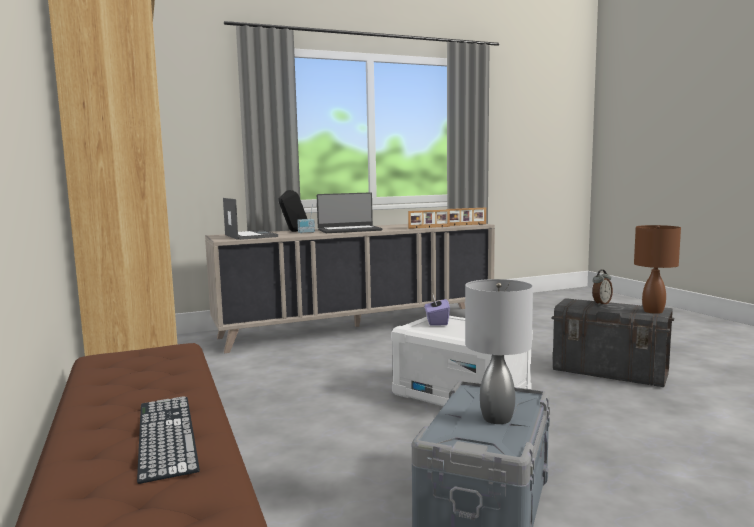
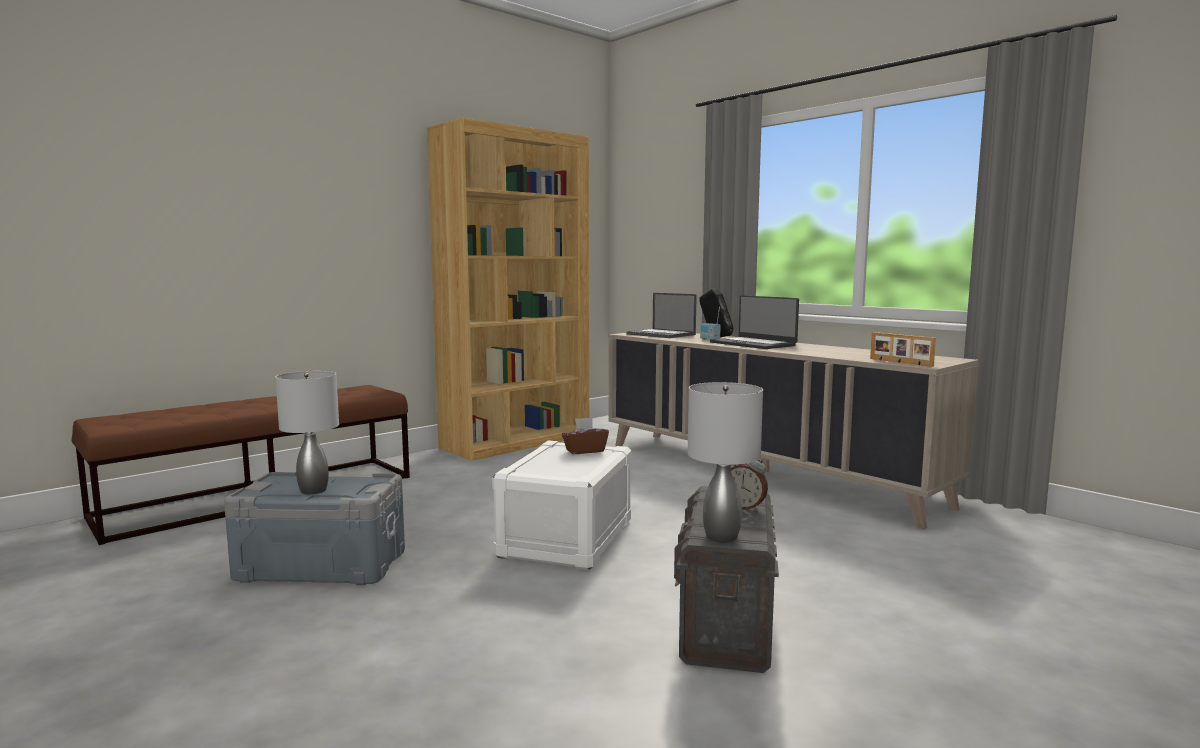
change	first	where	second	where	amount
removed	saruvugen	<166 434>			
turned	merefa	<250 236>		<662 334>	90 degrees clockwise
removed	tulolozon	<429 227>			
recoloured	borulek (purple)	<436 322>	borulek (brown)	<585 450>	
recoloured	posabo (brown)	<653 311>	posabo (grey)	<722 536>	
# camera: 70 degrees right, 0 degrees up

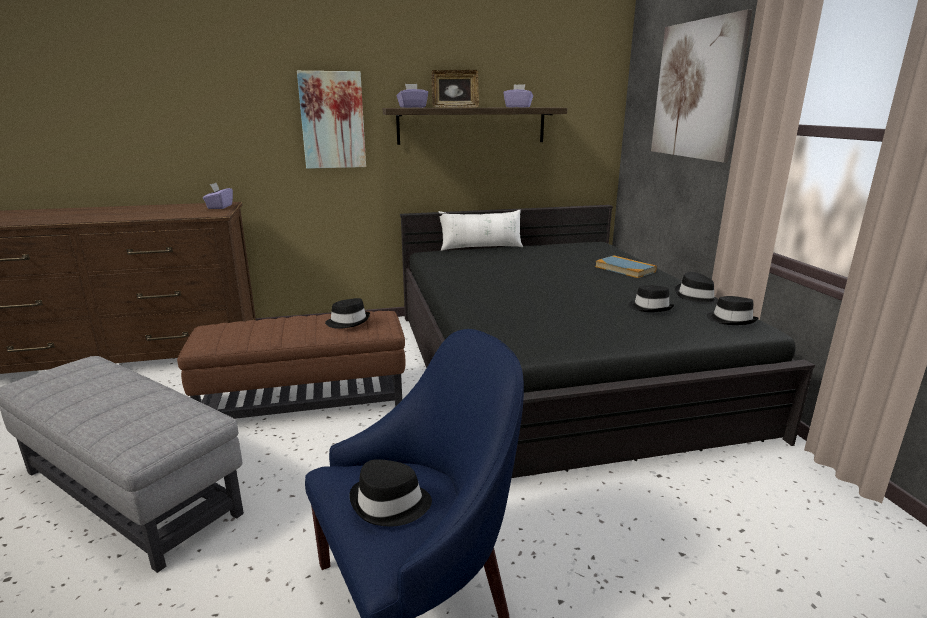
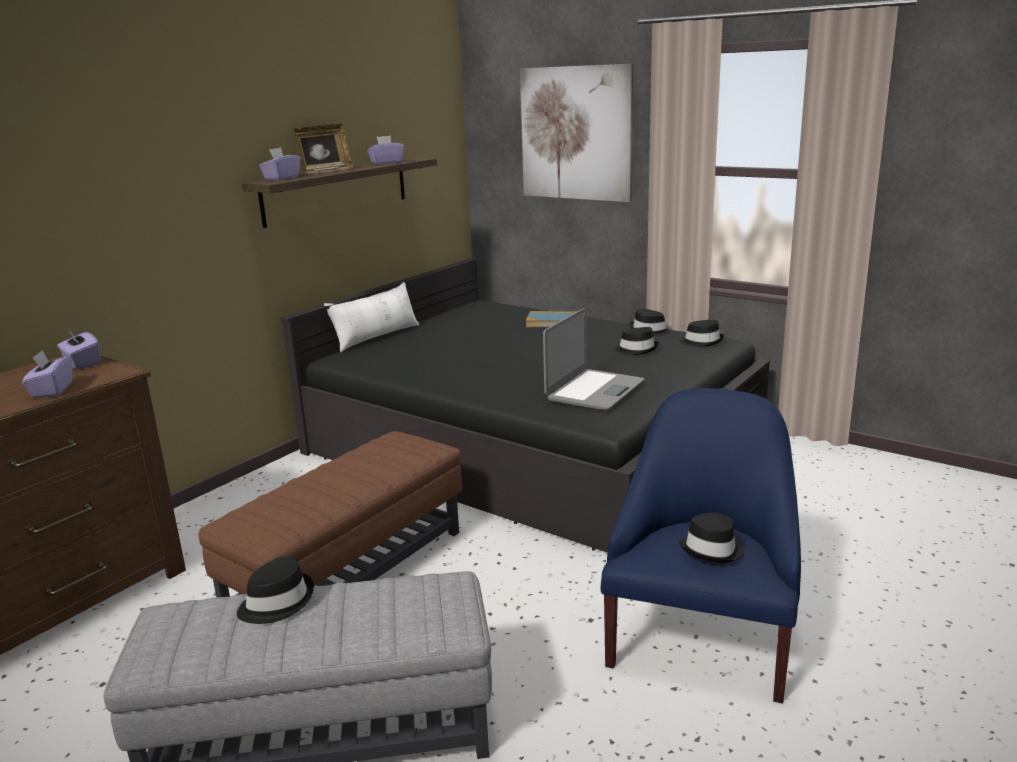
change	first	where	second	where	amount
removed	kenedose	<332 120>			
moved	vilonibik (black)	<348 322>		<276 602>	
added			borulek (purple)	<52 390>	
added			merefa	<594 391>	
# camera: 40 degrees left, 0 degrees up

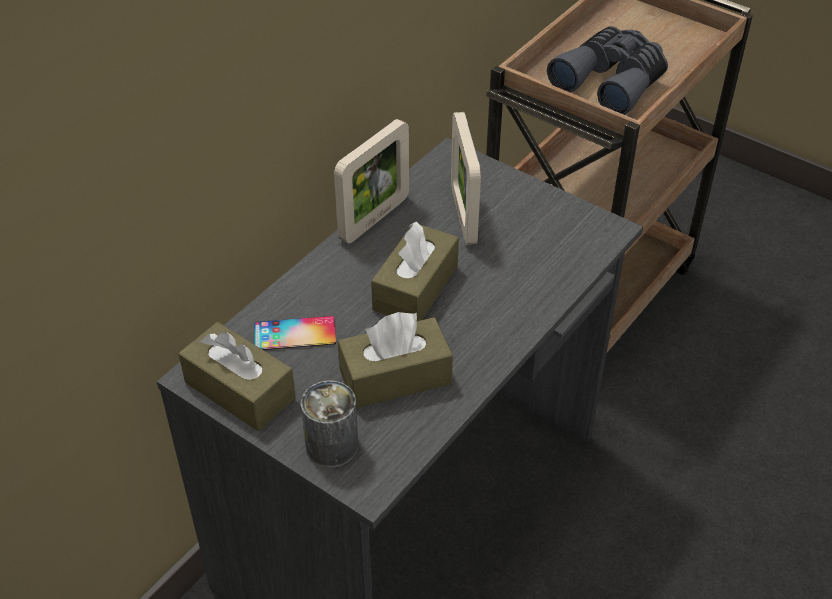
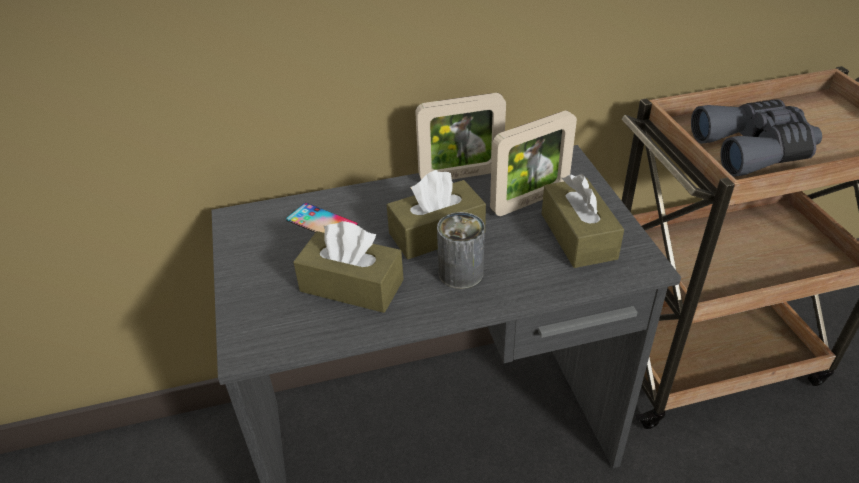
change	first	where	second	where	amount
moved	borulek (brown)	<240 390>		<578 236>	
moved	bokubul	<332 446>		<461 273>	
turned	tulolozon	<463 215>		<529 201>	150 degrees counterclockwise
# camera: 40 degrees right, 5 degrees down

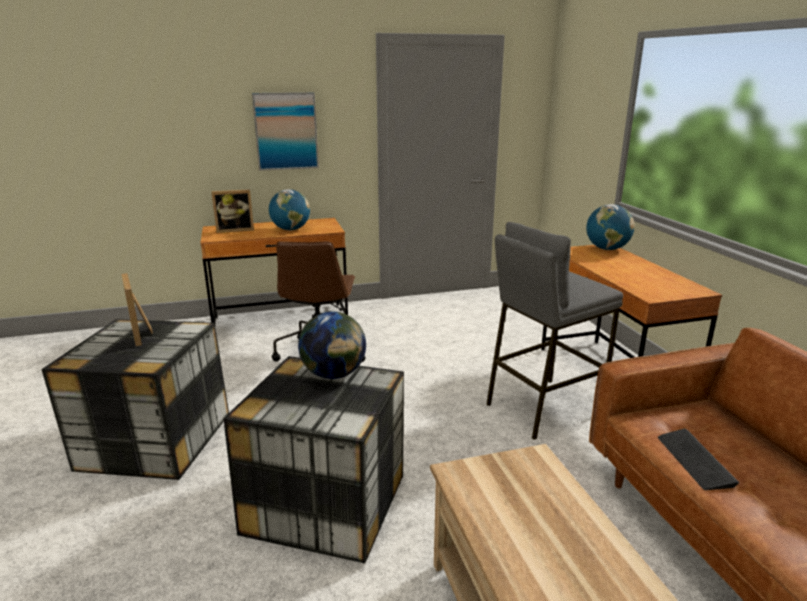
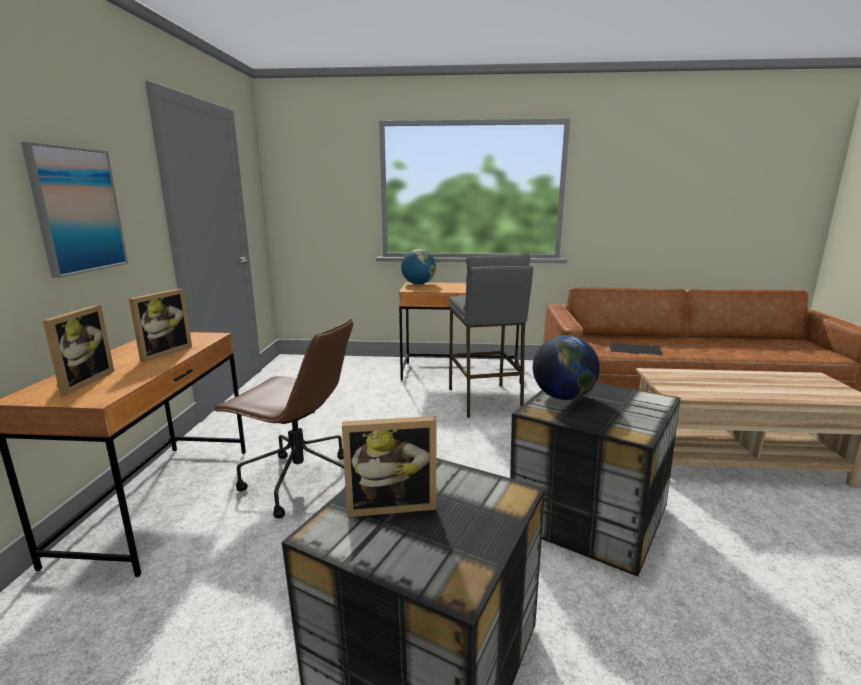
change	first	where	second	where	amount
replaced	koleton	<290 229>	tulolozon	<162 352>	
# camera: 70 degrees left, 5 degrees down

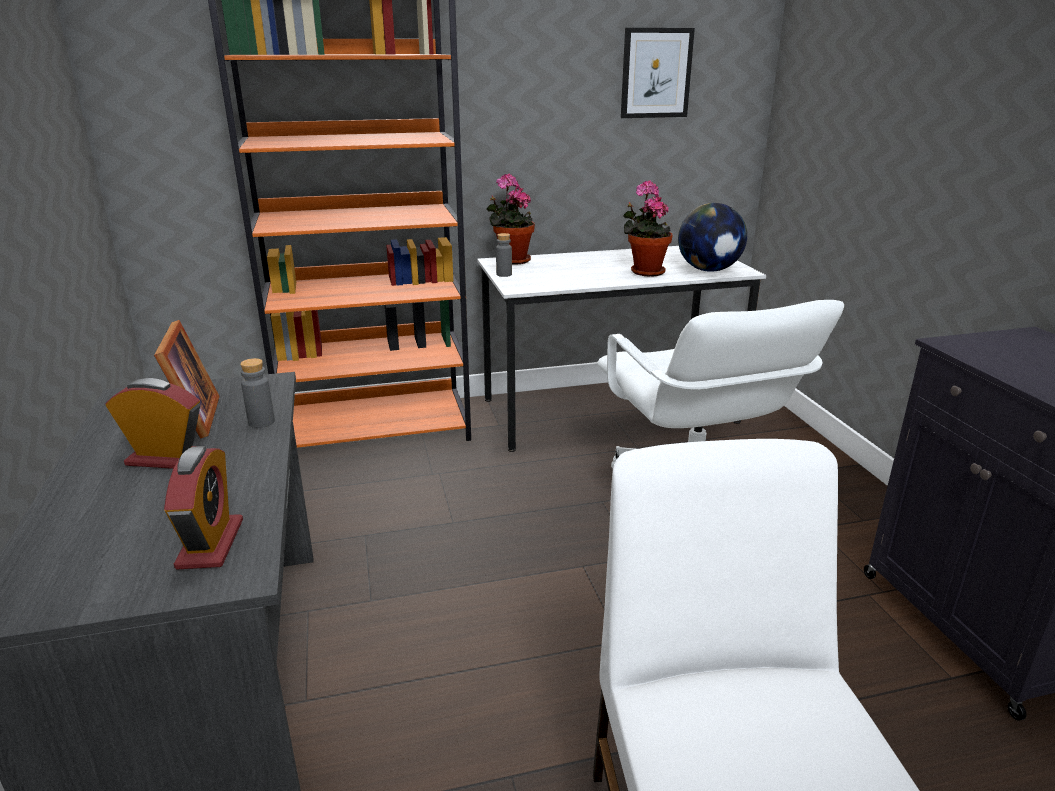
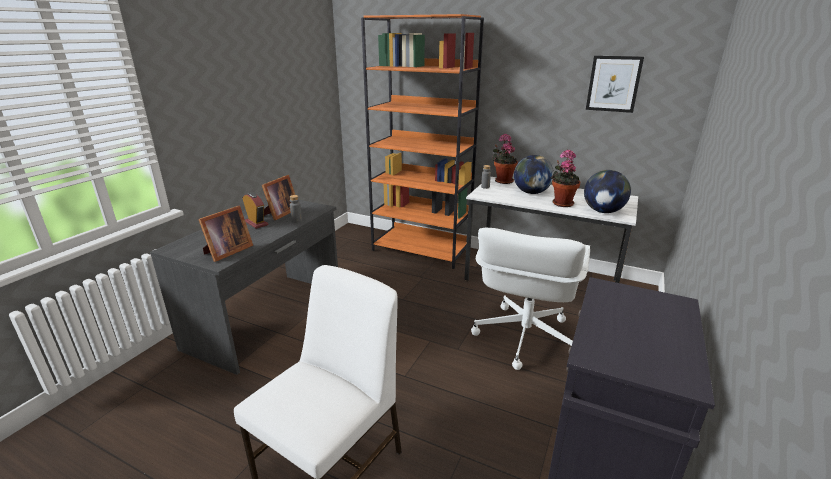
change	first	where	second	where	amount
replaced	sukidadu	<210 544>	tulolozon	<227 252>	
added			koleton	<531 192>	
# camera: 40 degrees right, 0 degrees up

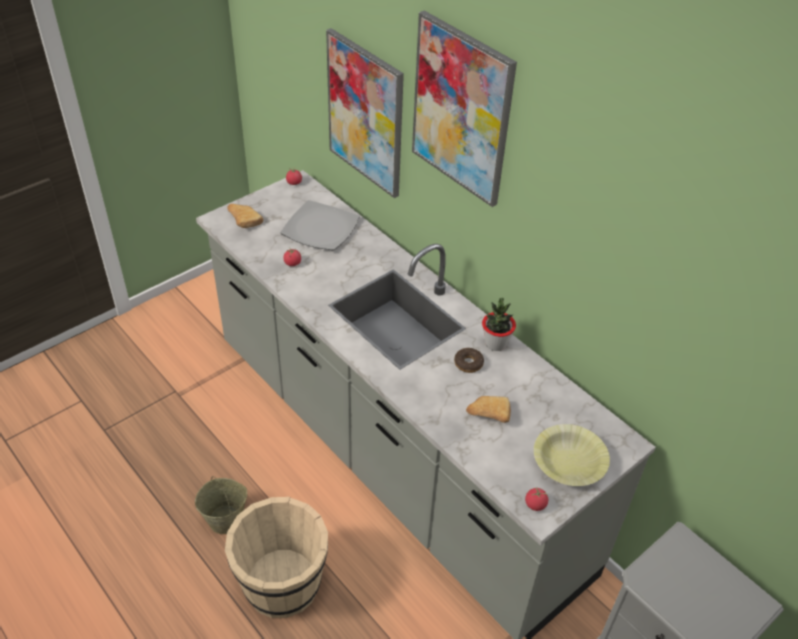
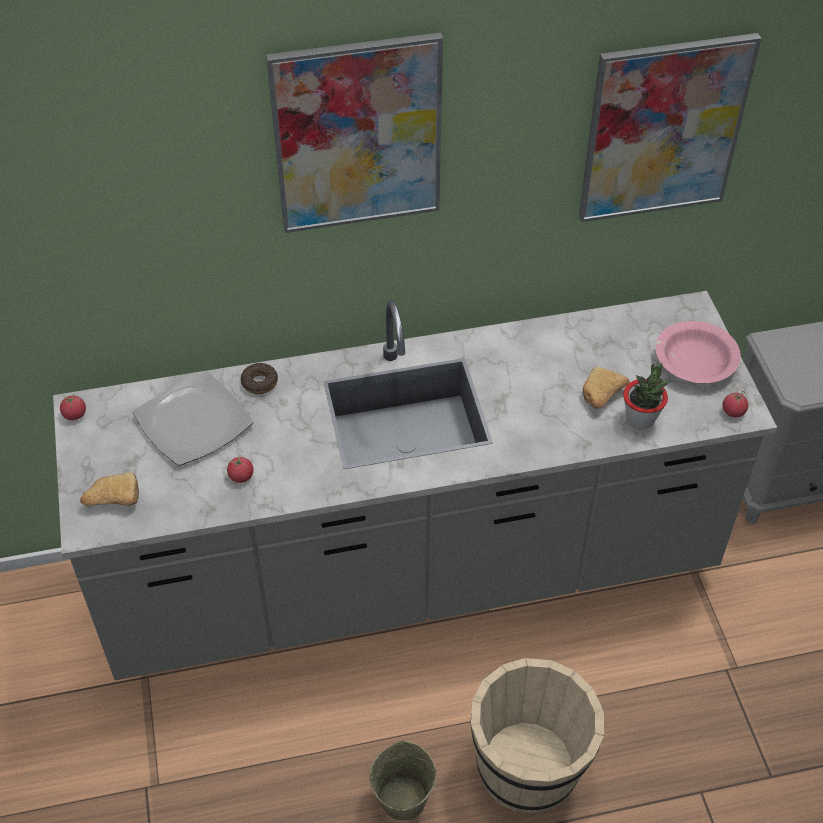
change	first	where	second	where	amount
moved	kenedose	<365 114>		<663 129>	
moved	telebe	<468 363>		<259 382>	
moved	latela	<495 343>		<640 419>	
recoloured	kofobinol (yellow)	<569 462>	kofobinol (pink)	<695 362>	
# camera: 60 degrees left, 5 degrees up

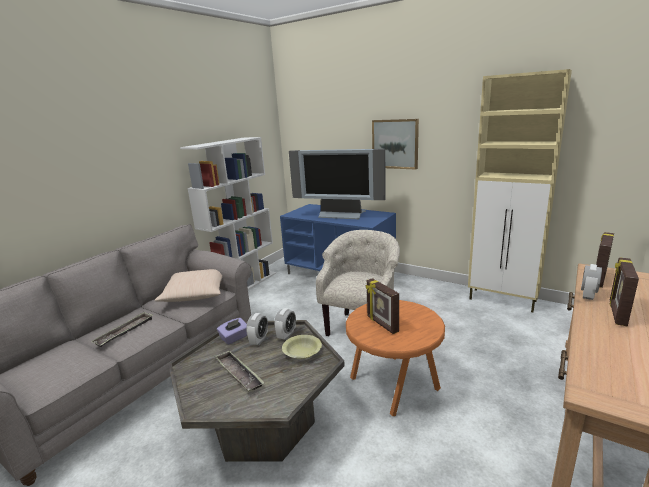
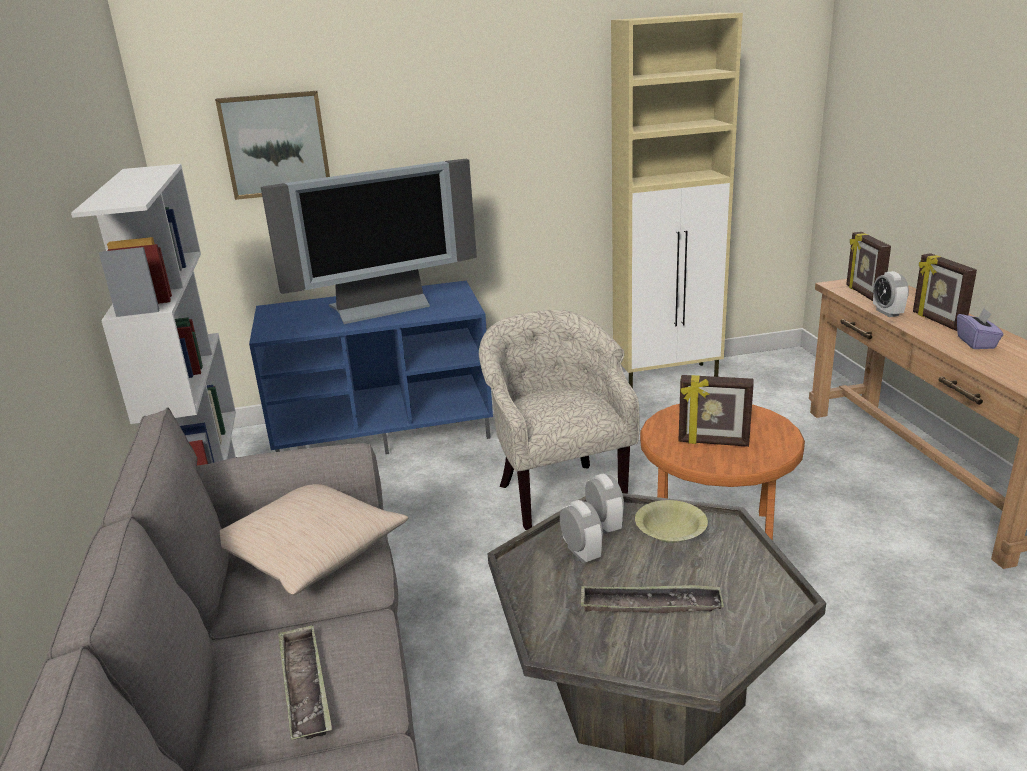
change	first	where	second	where	amount
moved	borulek (purple)	<234 338>		<976 342>	
moved	kenedose	<395 144>		<275 145>	
# camera: 45 degrees left, 5 degrees up

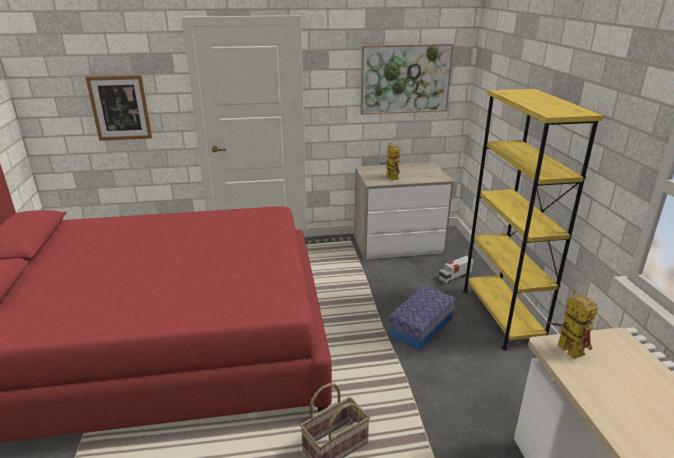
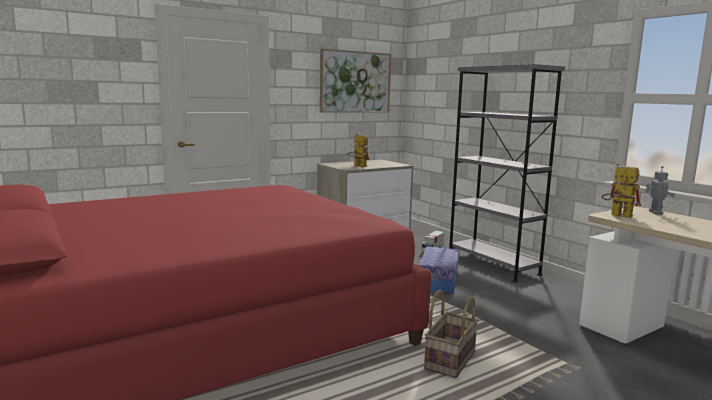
change	first	where	second	where	amount
removed	kenedose	<120 108>			
recoloured	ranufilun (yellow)	<501 315>	ranufilun (grey)	<492 265>	
added			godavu	<654 213>	
# camera: 25 degrees left, 15 degrees down

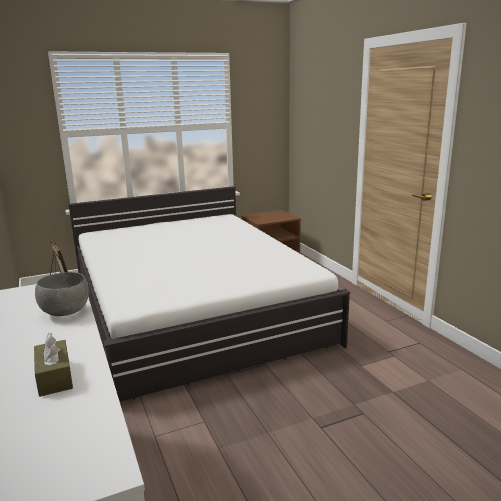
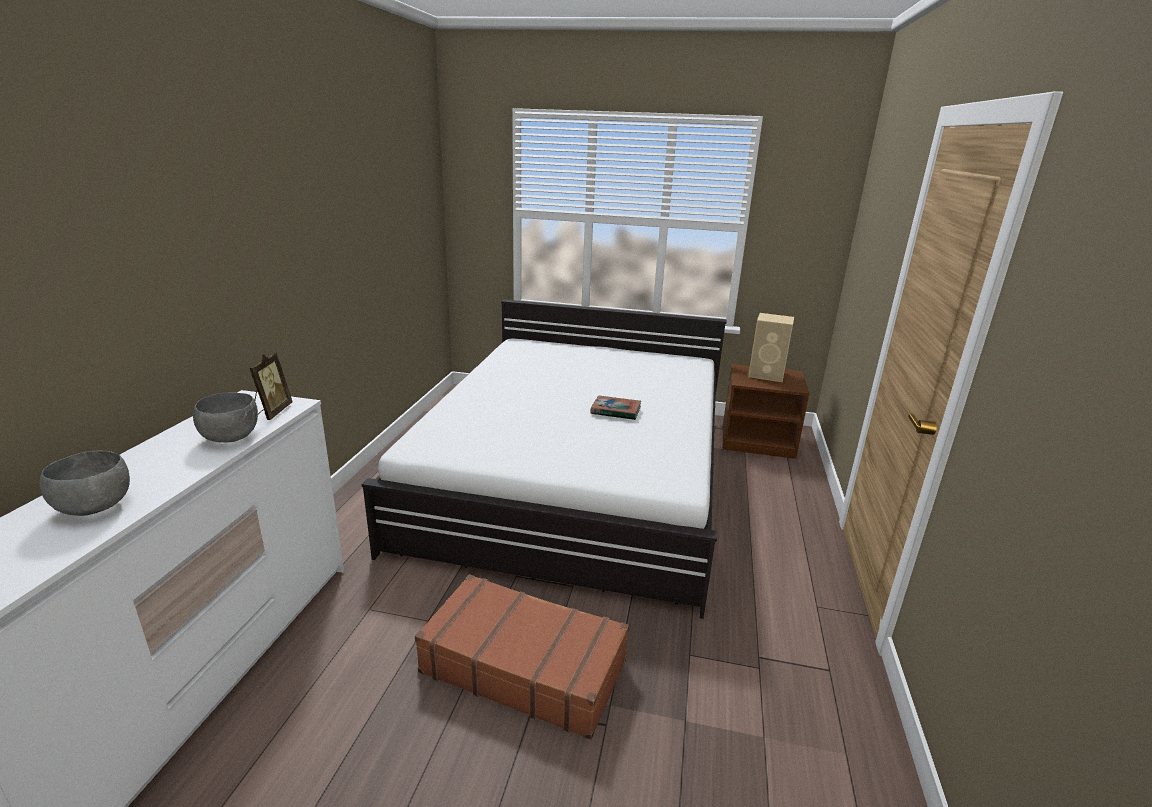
change	first	where	second	where	amount
replaced	borulek (brown)	<54 377>	kofobinol (grey)	<95 507>	
added			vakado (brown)	<524 665>	
added			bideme	<615 411>	
added			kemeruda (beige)	<767 375>	
# camera: 35 degrees right, 5 degrees up

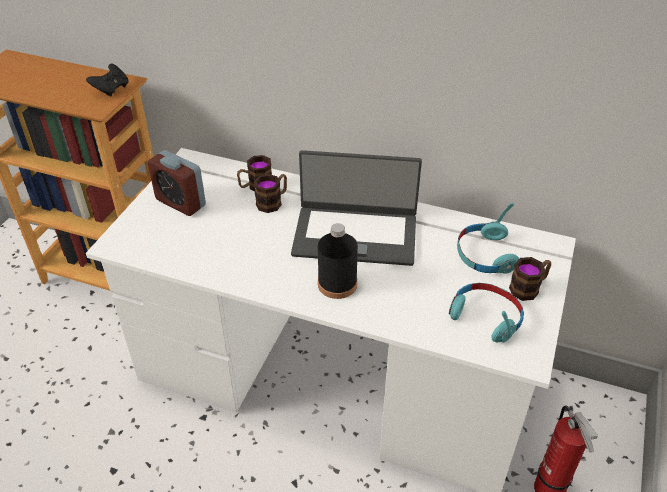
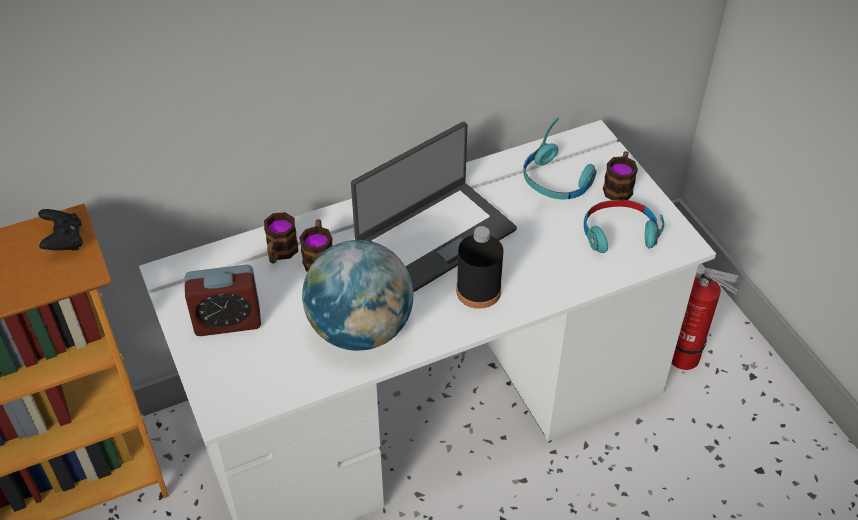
change	first	where	second	where	amount
added			koleton	<360 330>	
# camera: 45 degrees left, 5 degrees up

